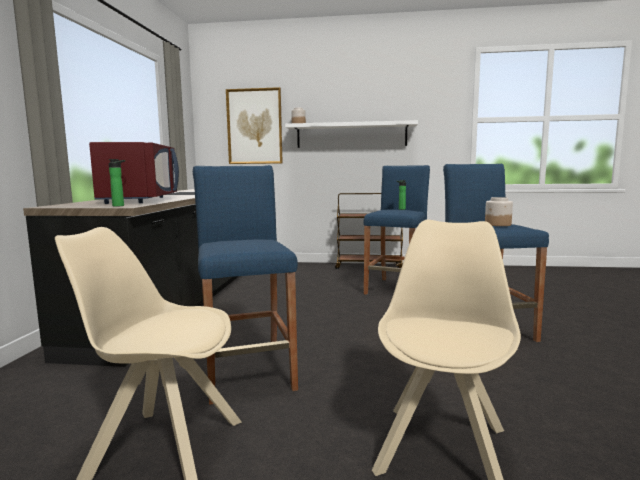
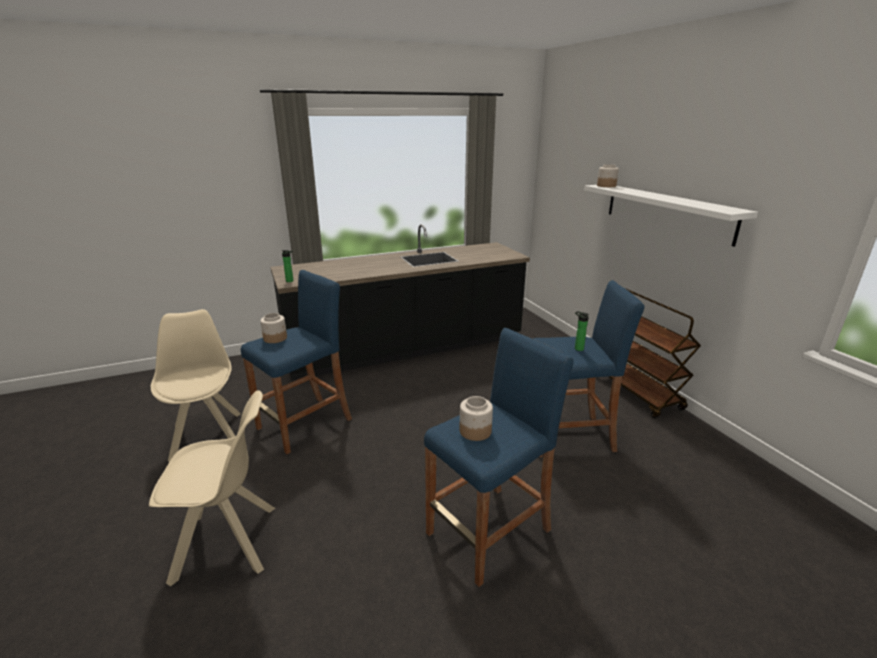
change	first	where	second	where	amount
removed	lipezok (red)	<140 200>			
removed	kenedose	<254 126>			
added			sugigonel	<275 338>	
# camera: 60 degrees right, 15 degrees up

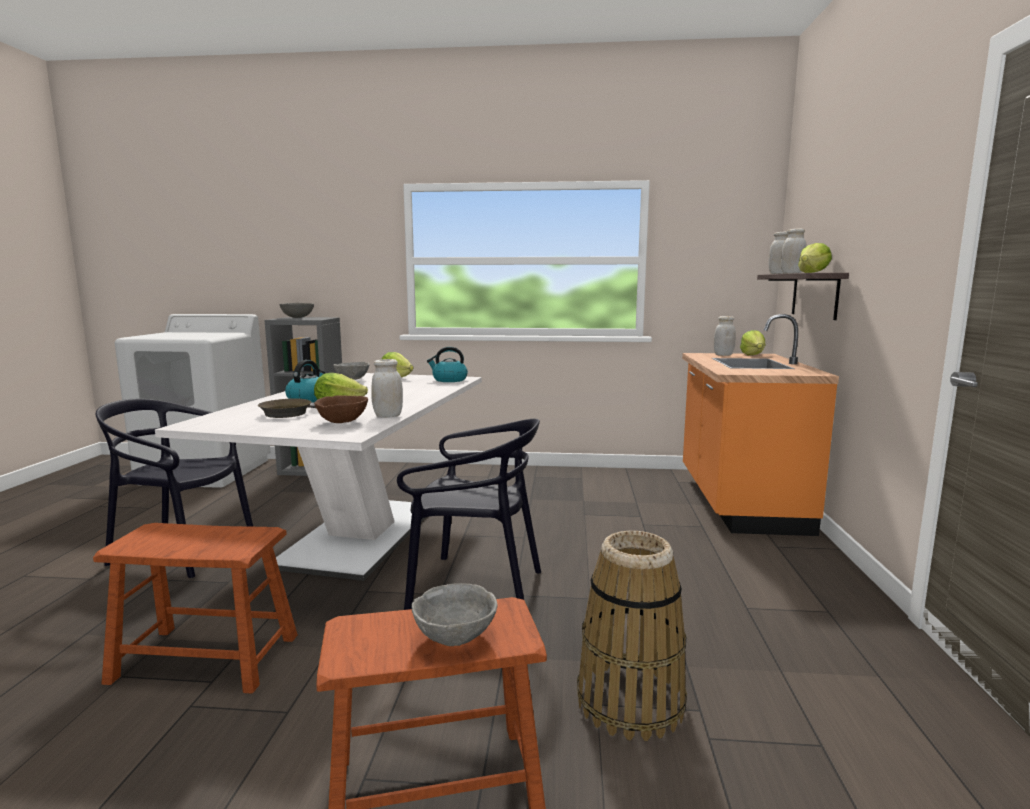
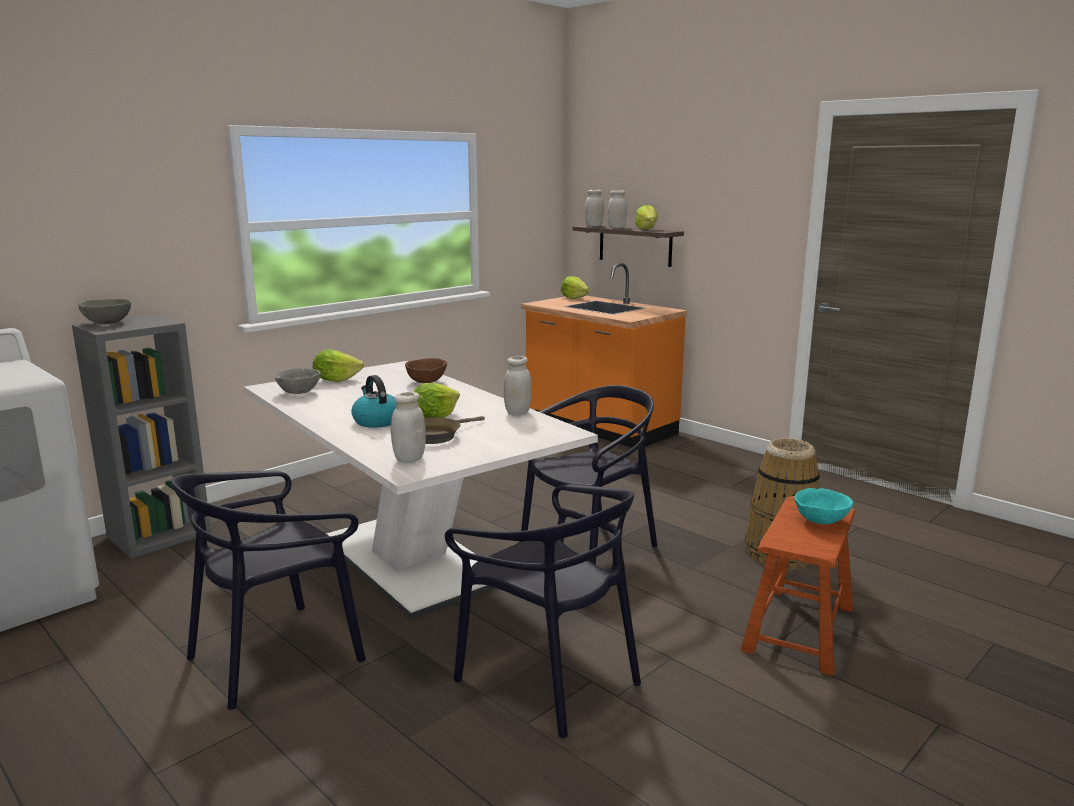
change	first	where	second	where	amount
replaced	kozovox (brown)	<206 658>	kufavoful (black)	<549 678>	
moved	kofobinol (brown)	<343 422>		<427 382>	
recoloured	kofobinol (grey)	<454 638>	kofobinol (turquoise)	<821 521>	
removed	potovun	<449 380>			
moved	sugigonel (white)	<723 355>		<409 458>	
# camera: 50 degrees left, 5 degrees up

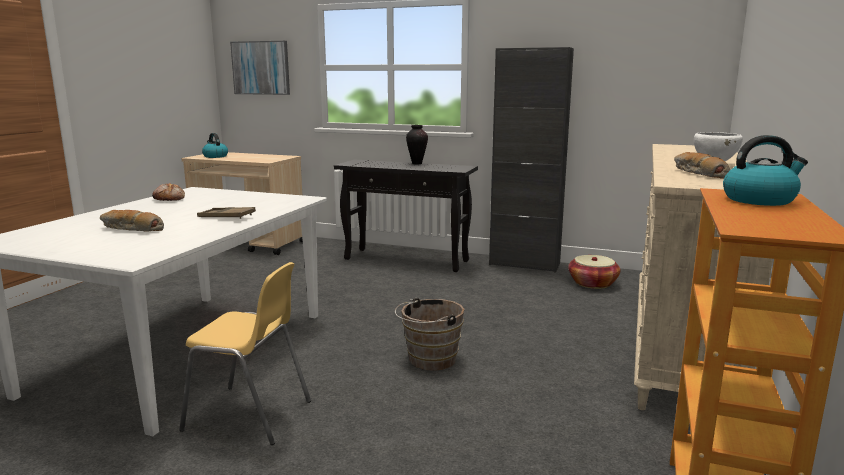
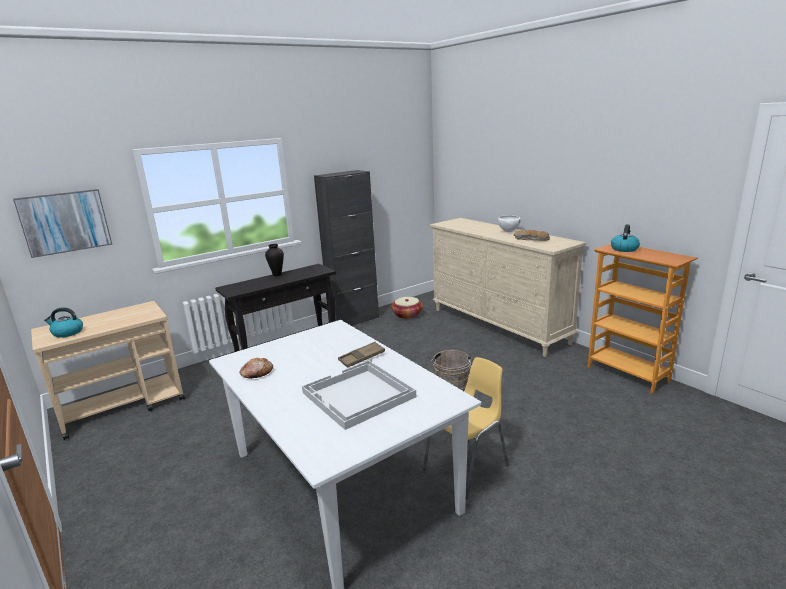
change	first	where	second	where	amount
replaced	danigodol	<131 229>	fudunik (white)	<358 395>	
# camera: 55 degrees left, 5 degrees up

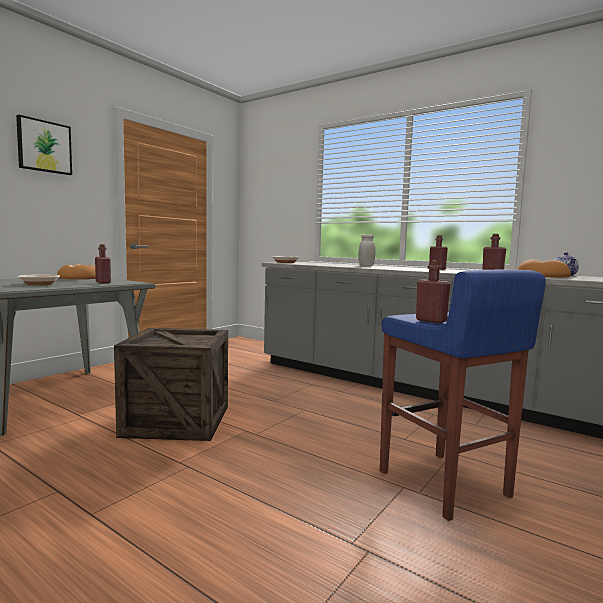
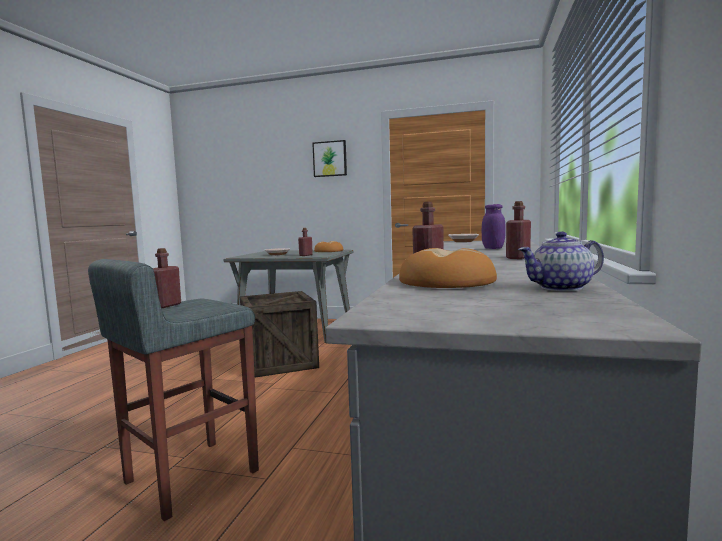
change	first	where	second	where	amount
recoloured	sugigonel (white)	<366 266>	sugigonel (purple)	<493 248>	
recoloured	kozovox (blue)	<443 484>	kozovox (grey)	<189 477>	
# camera: 70 degrees right, 0 degrees up

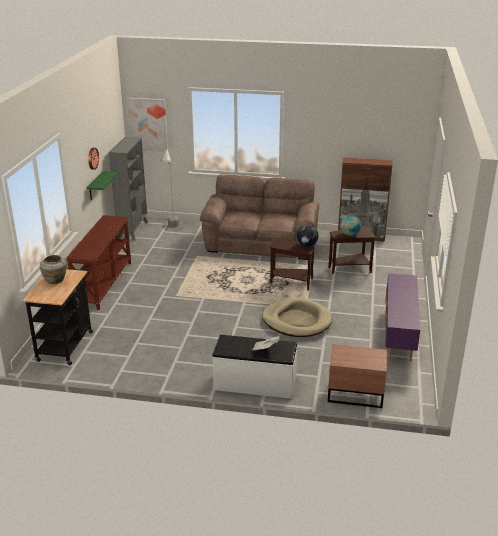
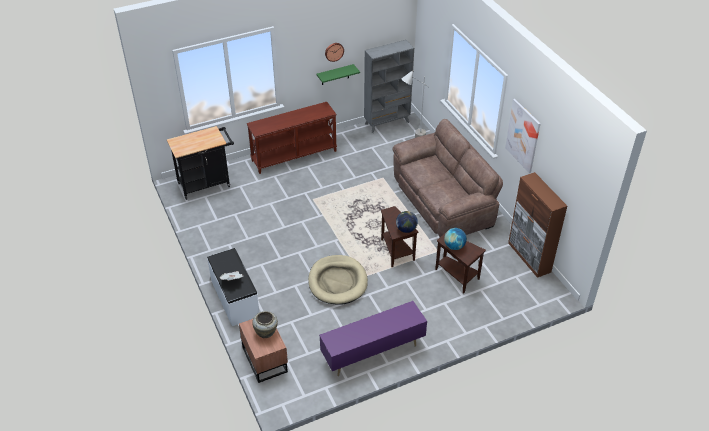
change	first	where	second	where	amount
moved	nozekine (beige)	<55 280>		<266 333>	
moved	kenedose	<148 124>		<523 135>	
# camera: 55 degrees right, 15 degrees up

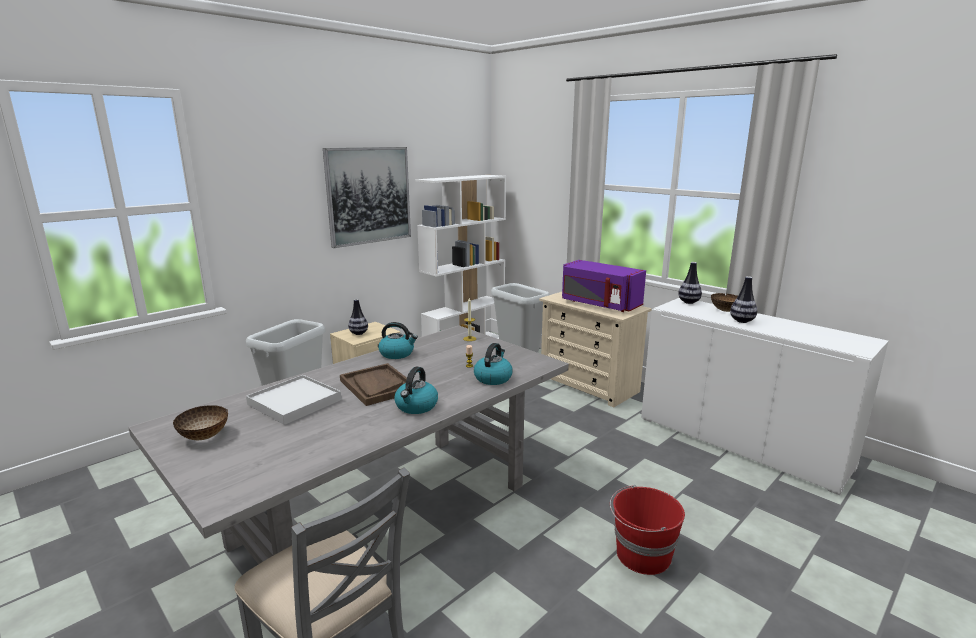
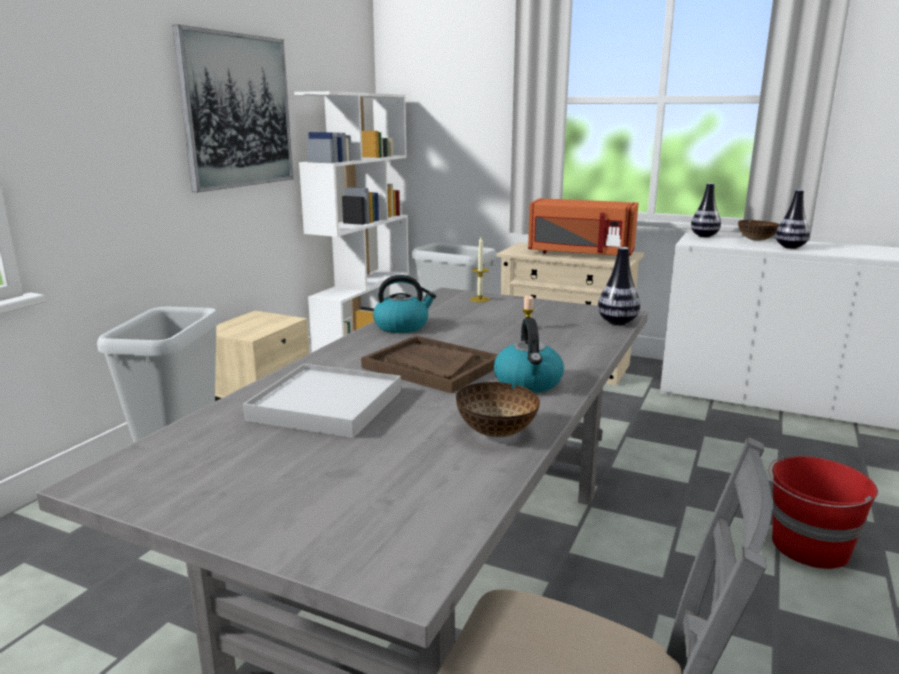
change	first	where	second	where	amount
moved	kofobinol	<204 437>		<497 433>	
moved	nozekine	<359 333>		<617 322>	
removed	potovun	<493 378>			
recoloured	lipezok (purple)	<599 304>	lipezok (orange)	<580 253>	
# camera: 20 degrees left, 0 degrees up

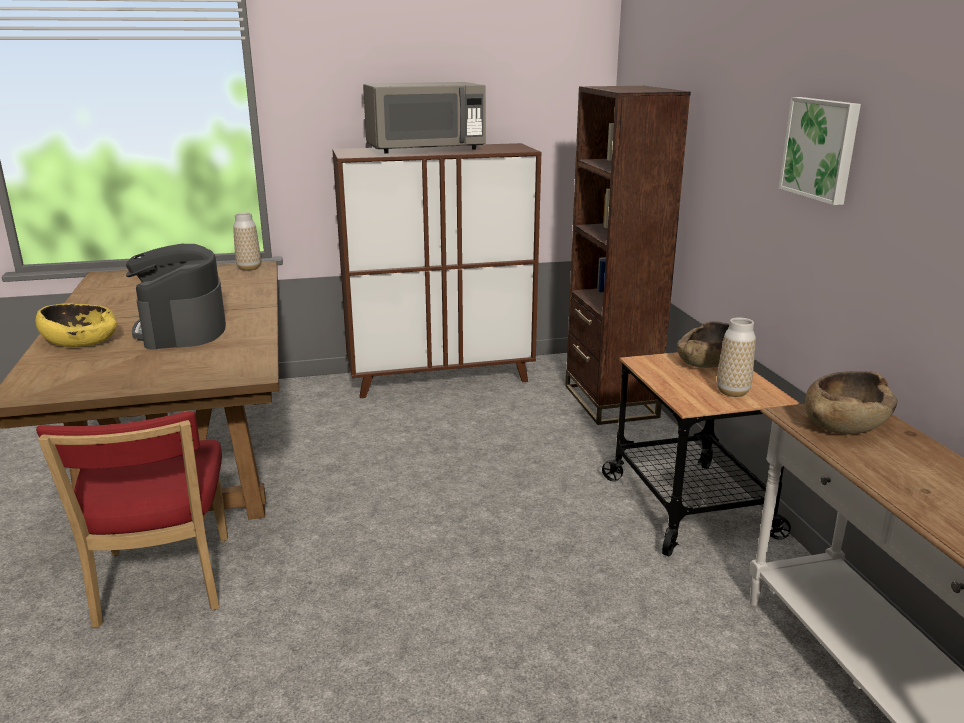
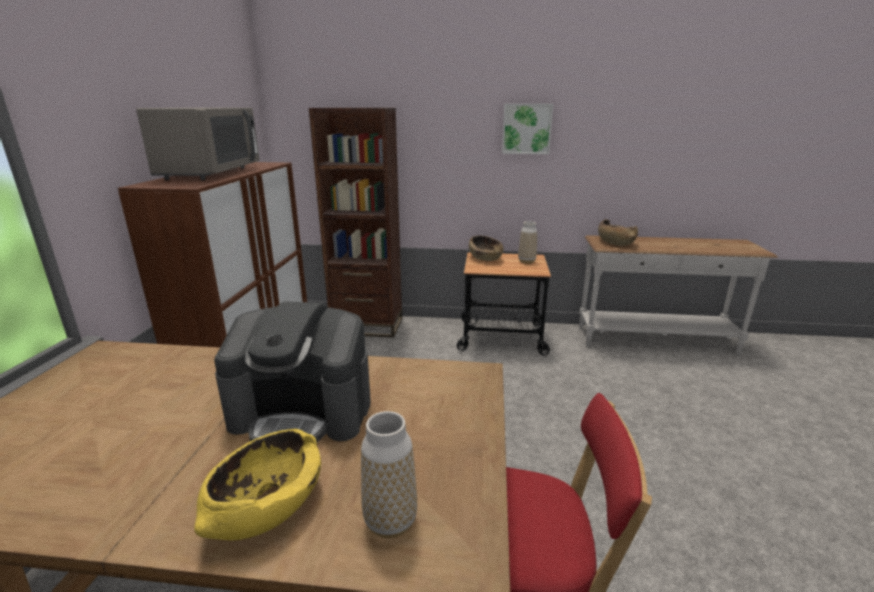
change	first	where	second	where	amount
moved	nozekine	<249 268>		<390 522>	
# camera: 70 degrees left, 0 degrees up

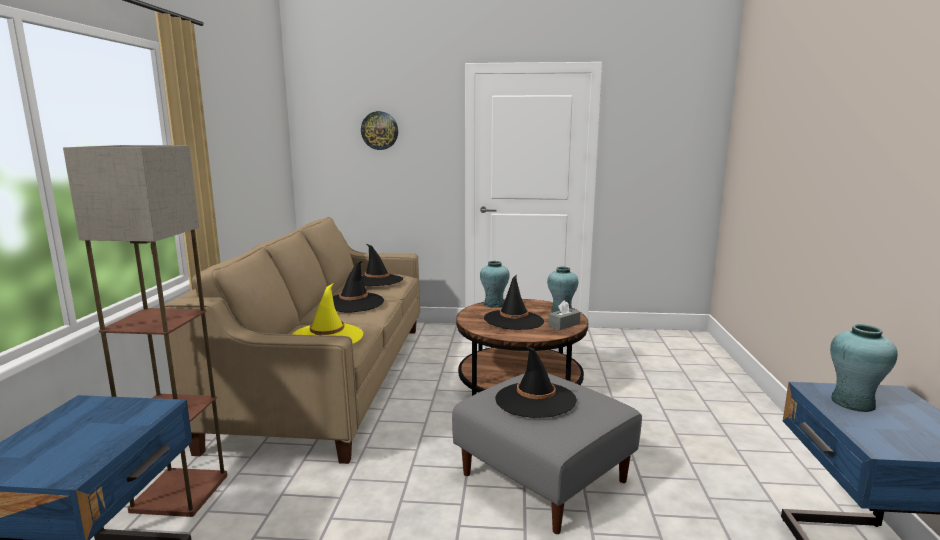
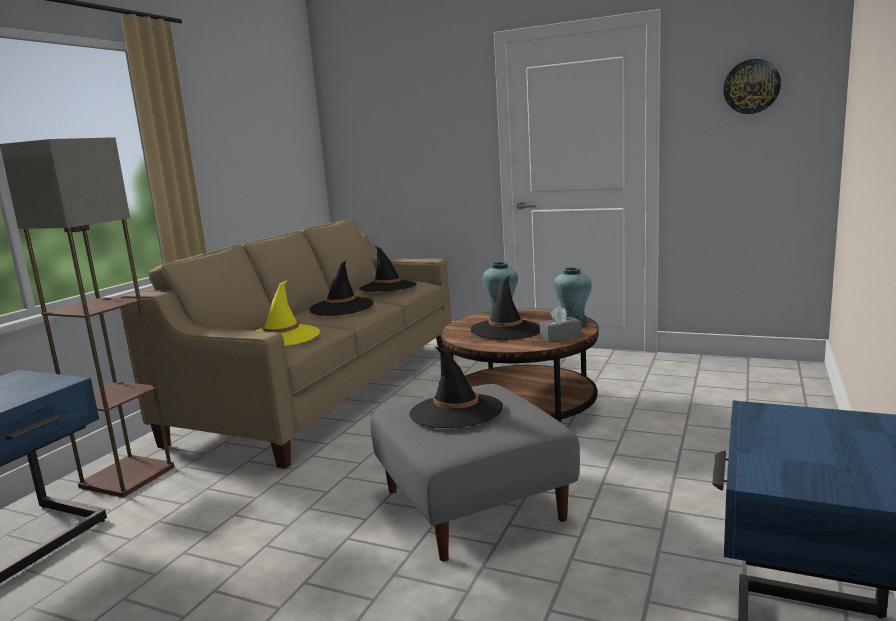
change	first	where	second	where	amount
moved	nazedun	<379 130>		<751 86>	
removed	nozekine (turquoise)	<852 402>			
# camera: 20 degrees right, 0 degrees up

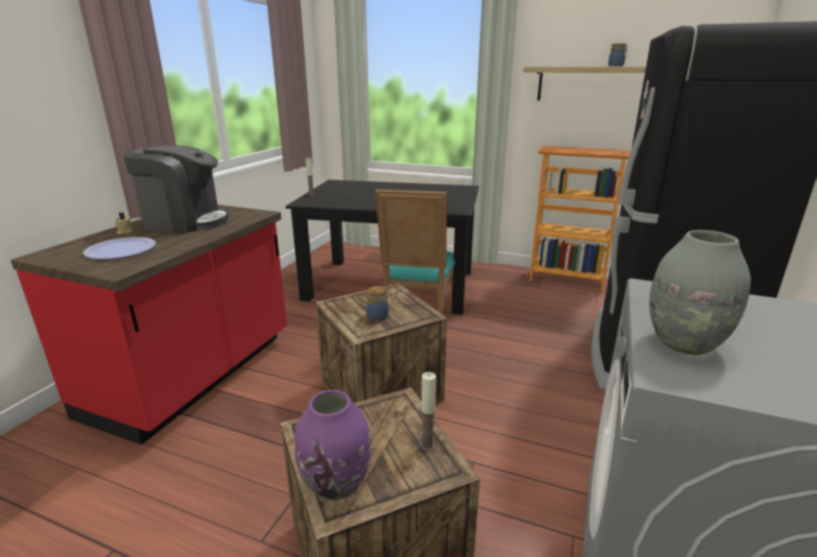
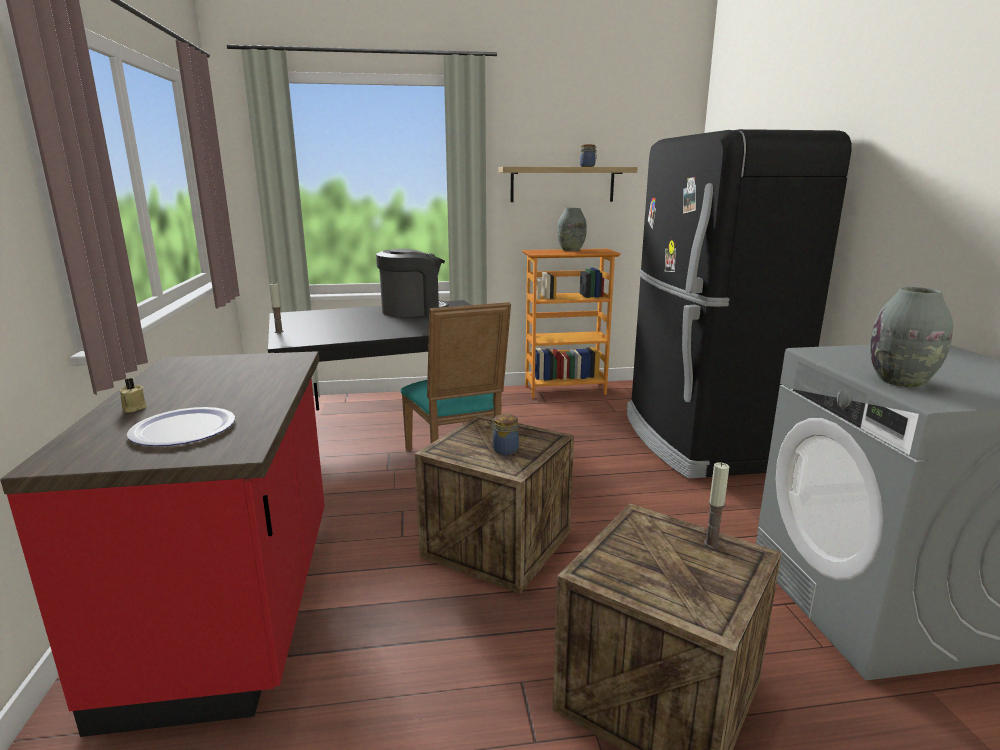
change	first	where	second	where	amount
moved	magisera	<185 222>		<413 310>	
removed	nozekine (purple)	<336 484>			
added			nozekine (grey)	<570 250>	
# camera: 30 degrees left, 5 degrees down

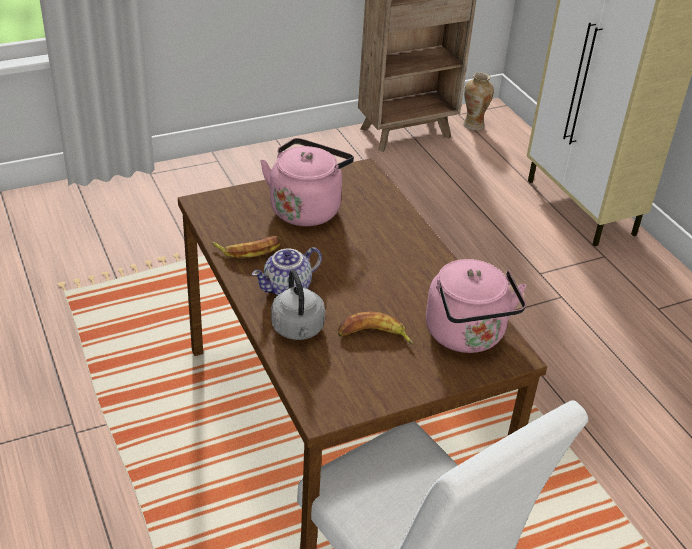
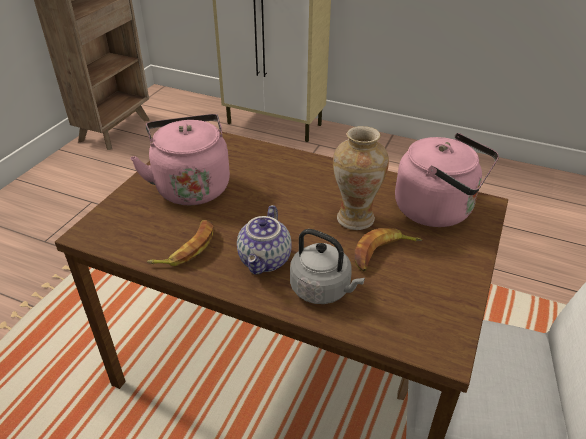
change	first	where	second	where	amount
moved	nozekine	<474 125>		<355 218>	
# camera: 40 degrees left, 0 degrees up

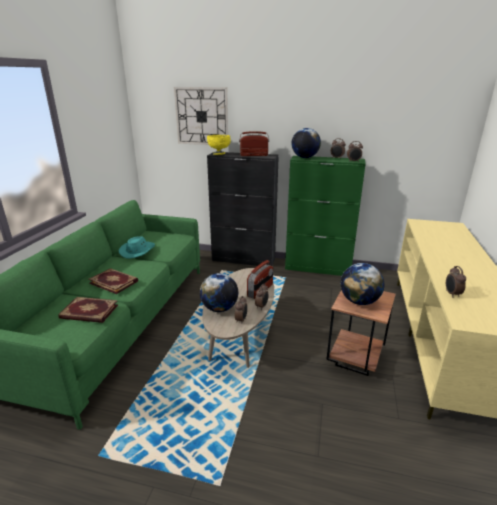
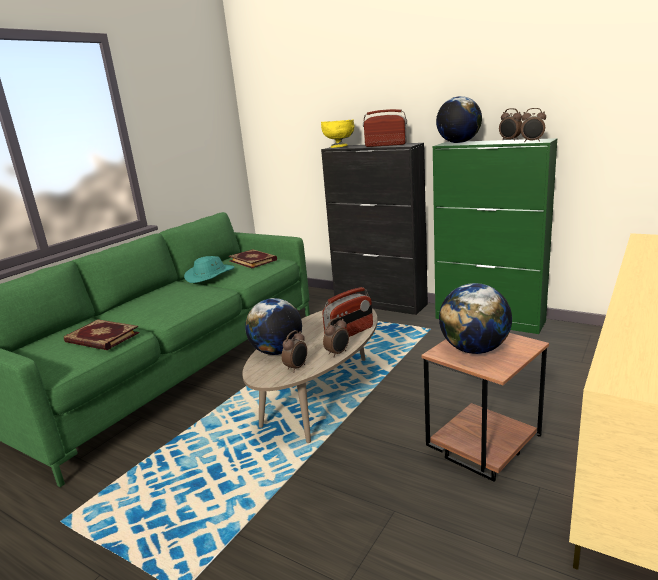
change	first	where	second	where	amount
moved	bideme	<114 282>		<253 260>	
removed	nazedun	<202 116>			
removed	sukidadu	<451 294>			
# camera: 20 degrees right, 5 degrees down

